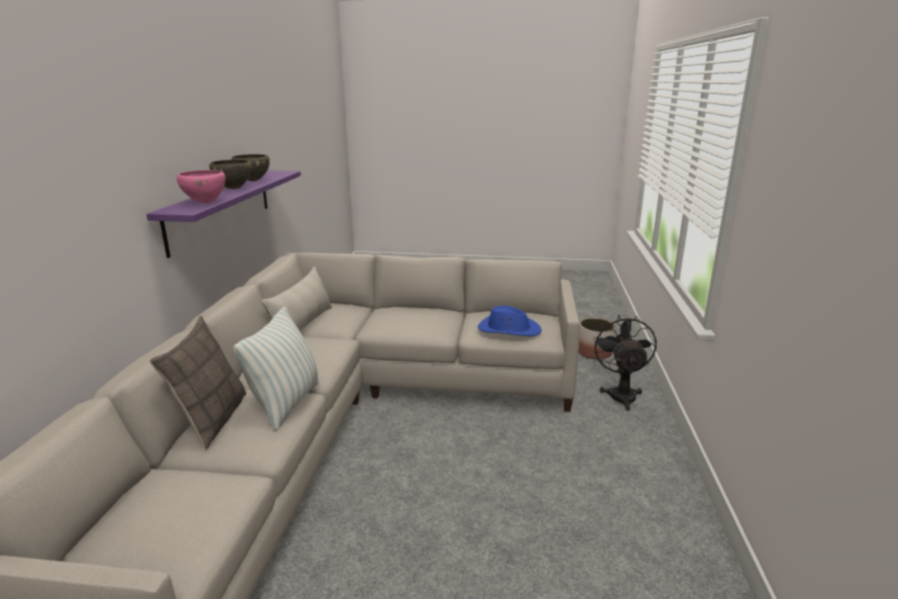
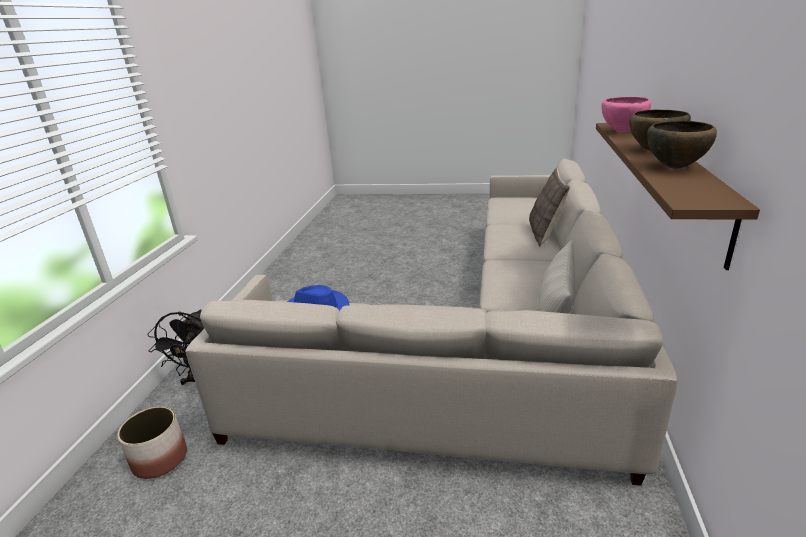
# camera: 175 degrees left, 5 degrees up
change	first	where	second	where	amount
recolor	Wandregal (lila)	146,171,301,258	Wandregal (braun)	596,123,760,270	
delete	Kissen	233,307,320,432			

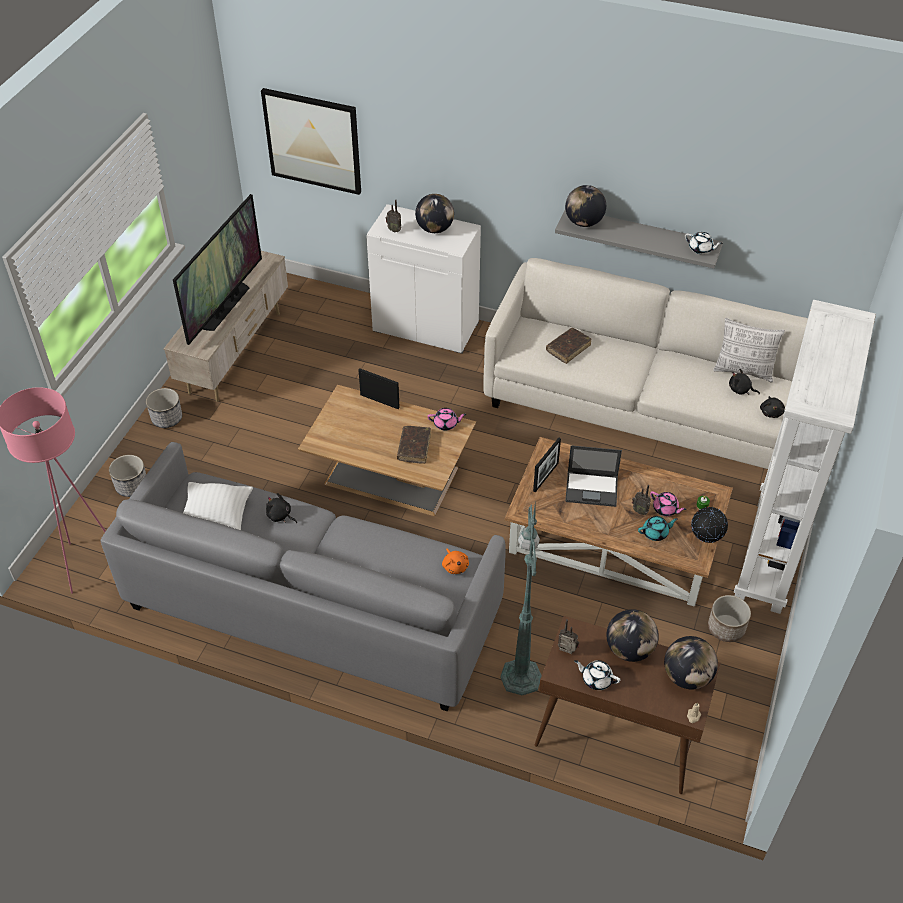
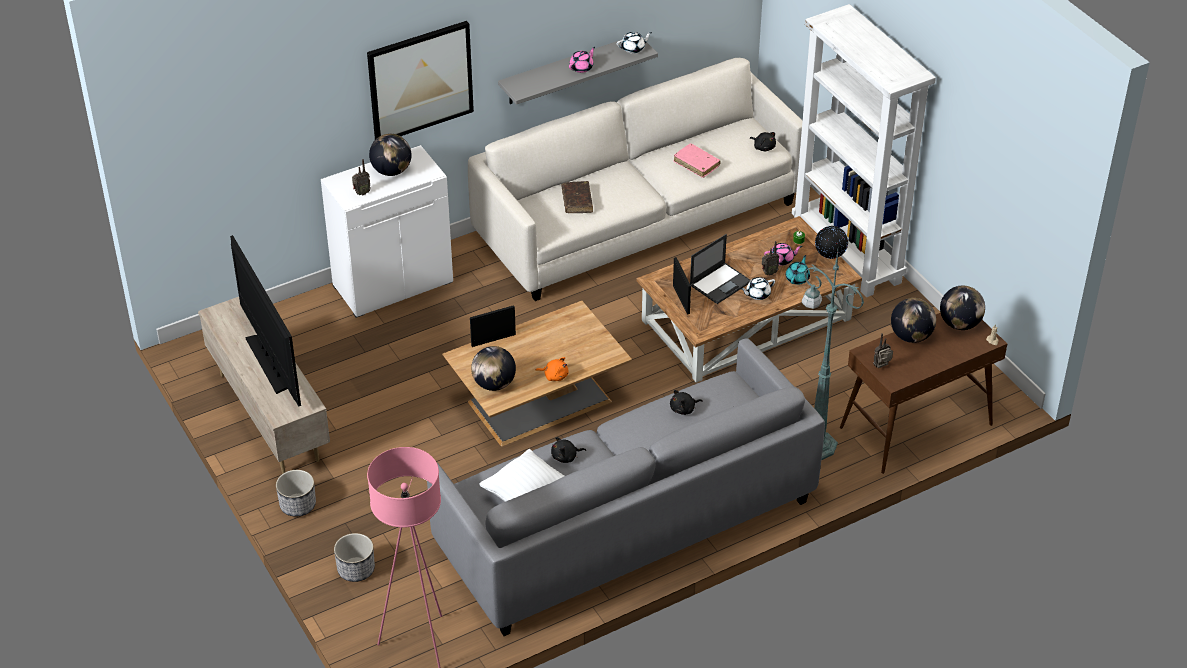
# camera: 50 degrees left, 5 degrees down
change	first	where	second	where	amount
move	Bild	261,88,361,195		367,21,474,140	
move	Globus	565,185,606,227		471,346,516,391	
move	Plüschtier (orange)	442,548,469,574		535,357,569,381	
move	Teekanne (rosa)	427,408,466,430		569,47,595,73	
move	Plüschtier (schwarz)	729,369,760,395		670,390,703,415	
insert			Buch (rosa)	674,143,721,178	
move	Teekanne (weiß)	574,660,621,690		741,277,775,300	
delete	Buch (braun)	397,426,431,464			
delete	Pflanzkübel	708,595,751,642			
delete	Kissen	713,318,785,383			

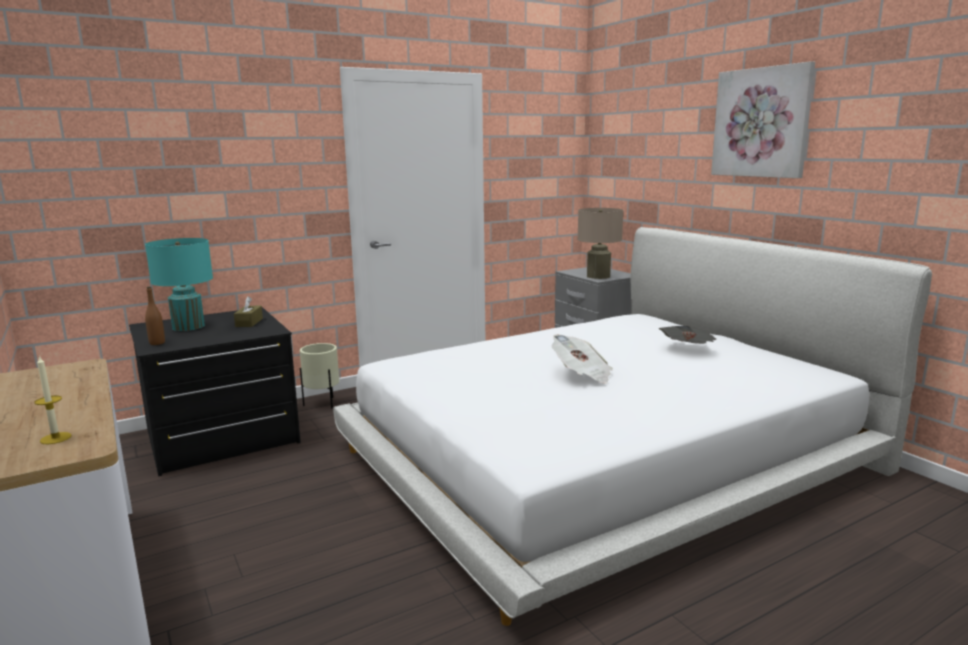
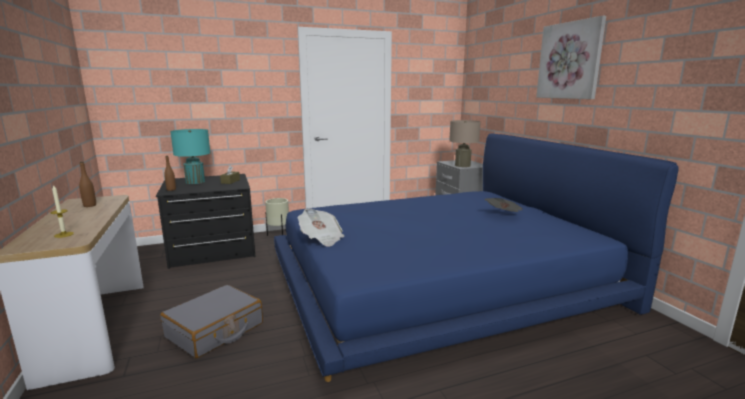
# camera: 10 degrees right, 0 degrees up
change	first	where	second	where	amount
insert			Flasche (braun)	79,162,96,207	
insert			Koffer (grau)	160,285,263,358	
recolor	Bett (weiß)	333,227,932,626	Bett (blau)	274,133,679,382	
move	Zeitung	551,334,613,384		298,208,344,247	

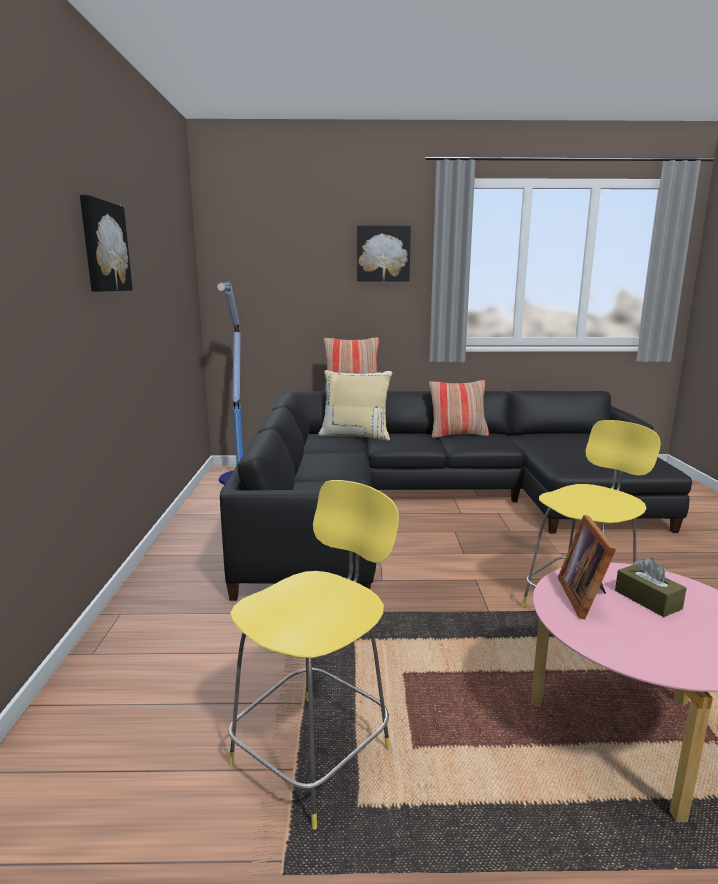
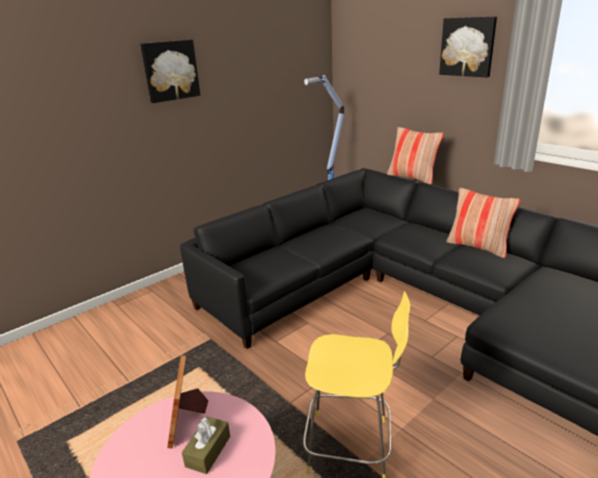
# camera: 50 degrees right, 10 degrees up
change	first	where	second	where	amount
rotate	Bilderrahmen	558,515,616,619		167,355,209,448	60 degrees counterclockwise
delete	Hocker (gelb)	229,480,399,830			
delete	Kissen (beige)	318,370,392,441			

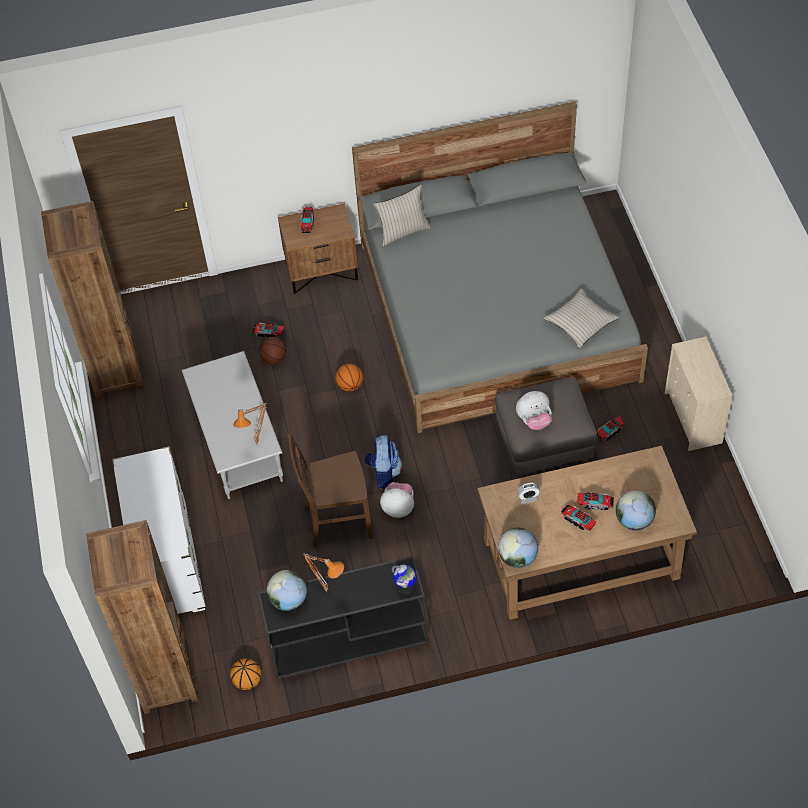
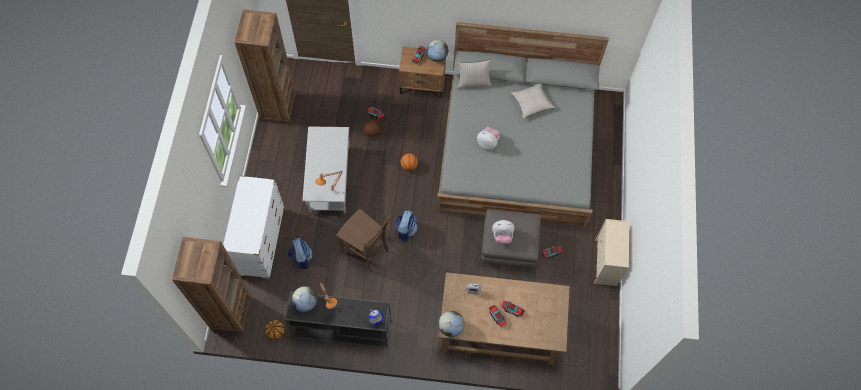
# camera: 15 degrees right, 10 degrees up
change	first	where	second	where	amount
insert			Rucksack	288,238,313,269	
rotate	Stuhl (braun)	288,433,373,547		337,209,390,272	150 degrees counterclockwise
move	Globus	616,490,656,530		427,40,448,62	
move	Plüschtier	380,482,414,518		477,127,500,150	
move	Kissen (beige)	543,289,619,348		511,84,555,118	

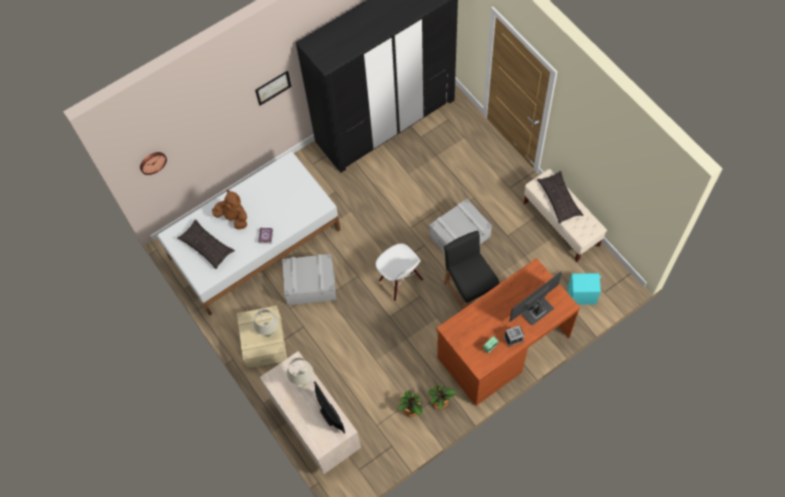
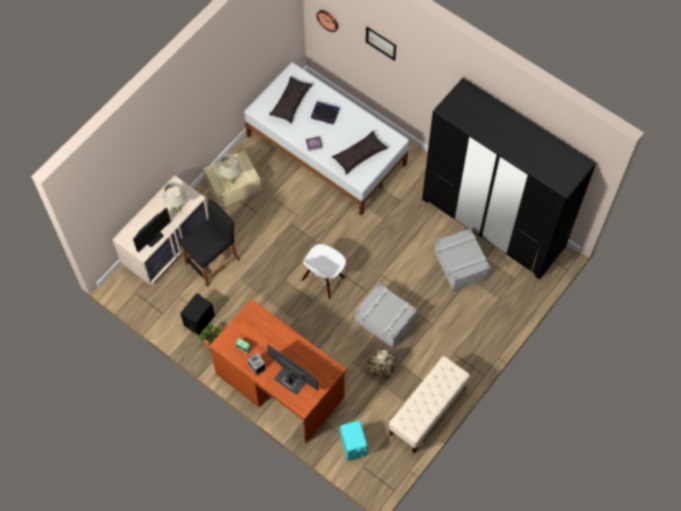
# camera: 70 degrees right, 0 degrees up
change	first	where	second	where	amount
move	Hocker (schwarz)	444,230,500,309		179,199,241,287	
replace	Topfpflanze	397,391,422,417	Lautsprecher (schwarz)	180,293,215,335	
replace	Plüschtier (braun)	212,190,247,229	Buch	311,101,339,125	
move	Kissen	537,171,583,223		332,131,388,175	
move	Bild	255,70,292,106		366,27,396,61	
insert			Rucksack (beige)	366,349,397,380	
move	Aufbewahrungsbox (grau)	282,254,336,306		434,228,490,291	

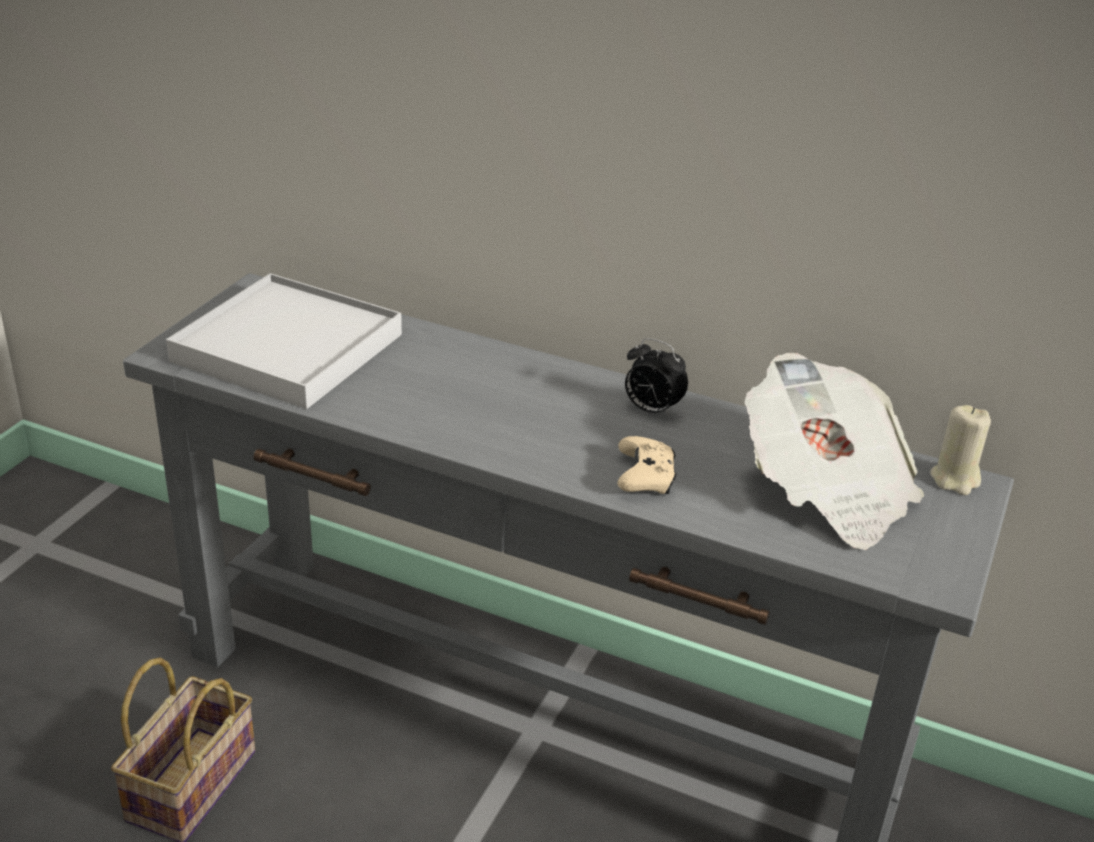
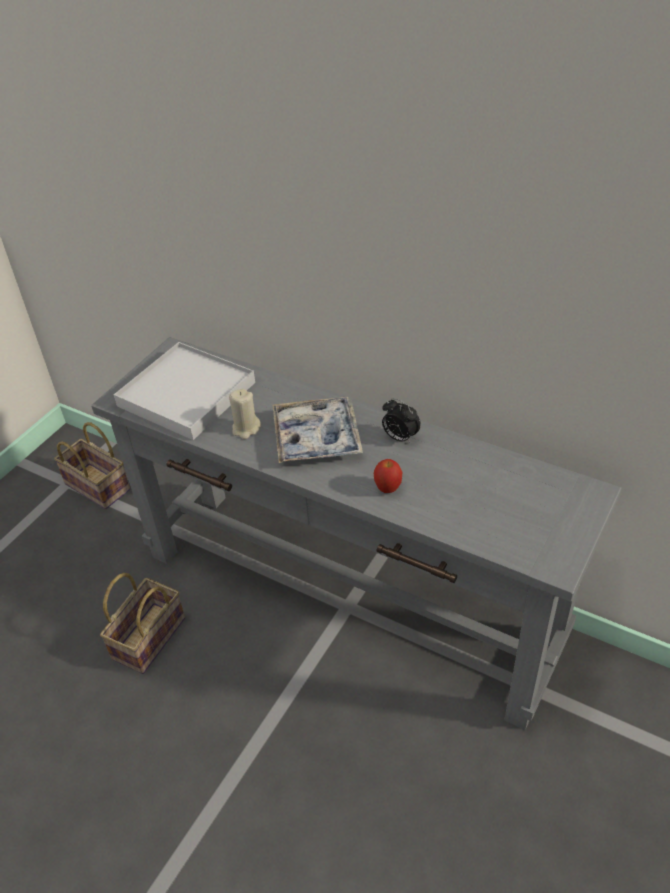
# camera: 10 degrees right, 10 degrees up
change	first	where	second	where	amount
insert			Korb	54,422,130,509	
move	Kerze (beige)	930,405,991,495		229,389,261,439	
insert			Tablett	272,397,363,463	
replace	Gamepad (beige)	617,436,677,494	Apfel	374,459,403,493	
delete	Zeitung	745,353,924,550			

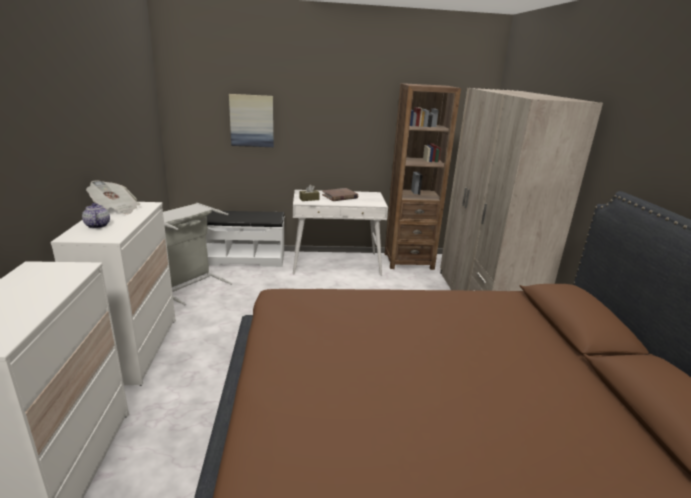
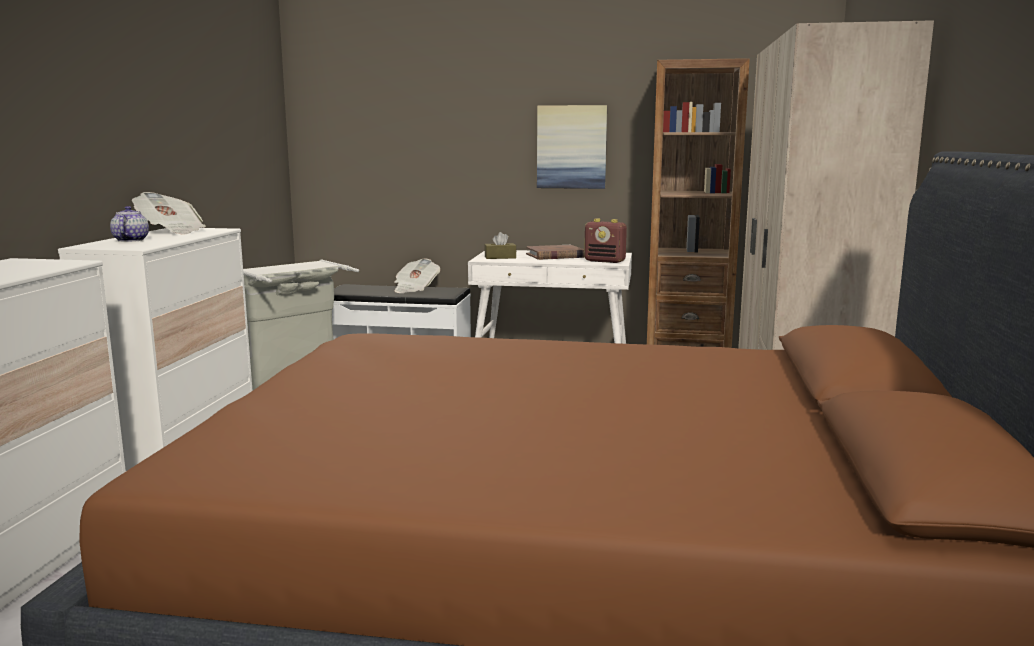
# camera: 15 degrees right, 10 degrees down
change	first	where	second	where	amount
insert			Zeitung	394,259,440,293	
move	Bild	229,94,274,147		537,105,607,189	
insert			Radio	584,218,627,263	

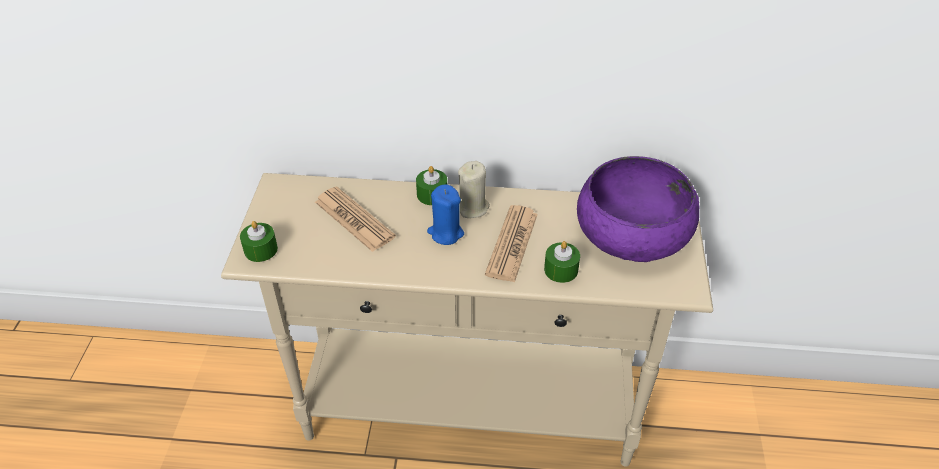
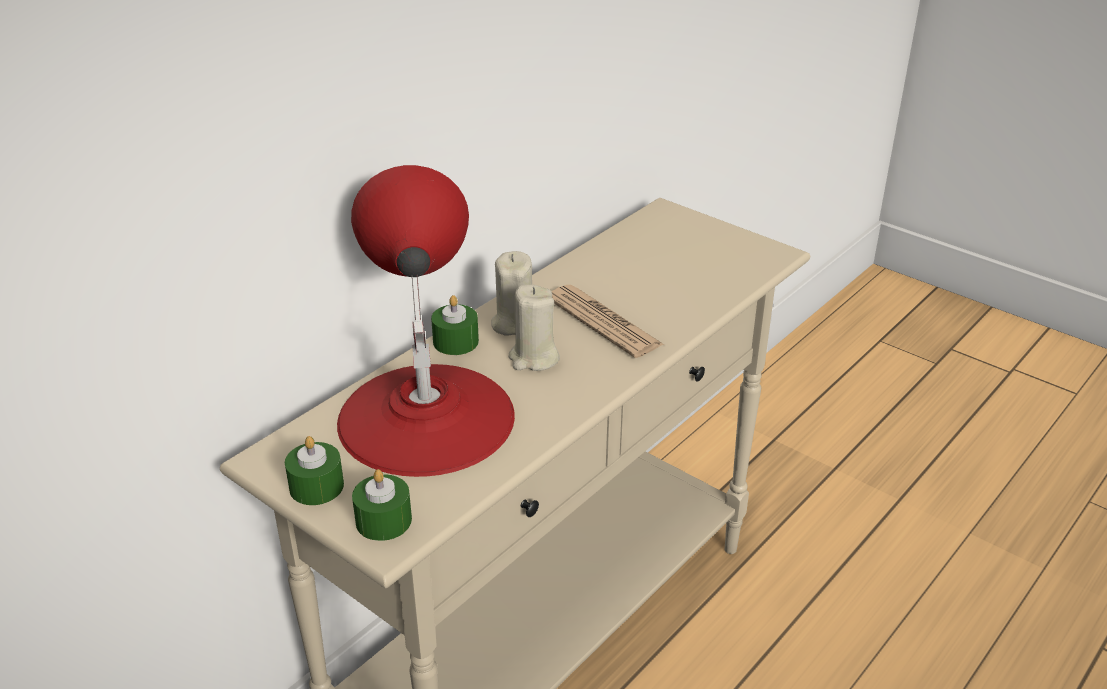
# camera: 55 degrees left, 10 degrees down
change	first	where	second	where	amount
move	Kerze (grün)	544,241,580,283		285,436,344,505	
replace	Zeitung	315,187,396,252	Tischlampe (rot)	337,165,515,477	
recolor	Kerze (blau)	427,184,464,245	Kerze (beige)	508,284,560,371	
delete	Schüssel (lila)	577,156,700,262			

